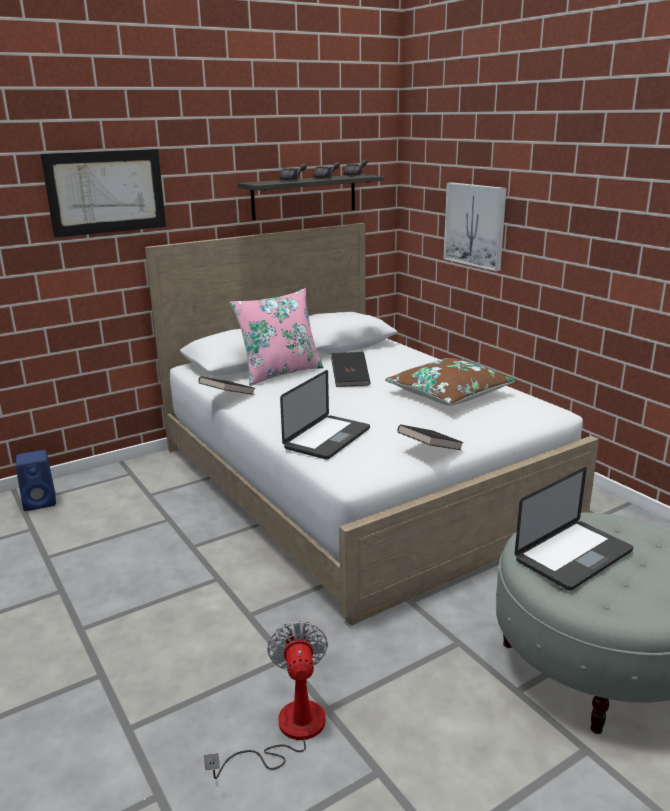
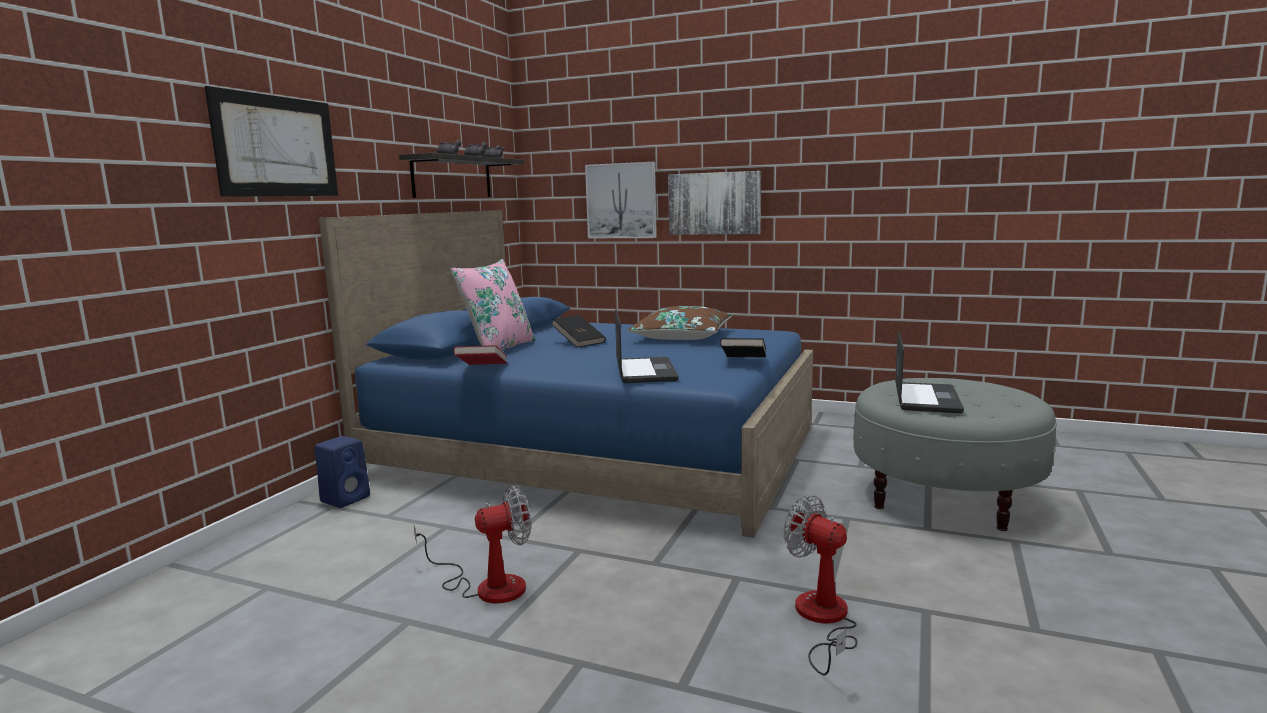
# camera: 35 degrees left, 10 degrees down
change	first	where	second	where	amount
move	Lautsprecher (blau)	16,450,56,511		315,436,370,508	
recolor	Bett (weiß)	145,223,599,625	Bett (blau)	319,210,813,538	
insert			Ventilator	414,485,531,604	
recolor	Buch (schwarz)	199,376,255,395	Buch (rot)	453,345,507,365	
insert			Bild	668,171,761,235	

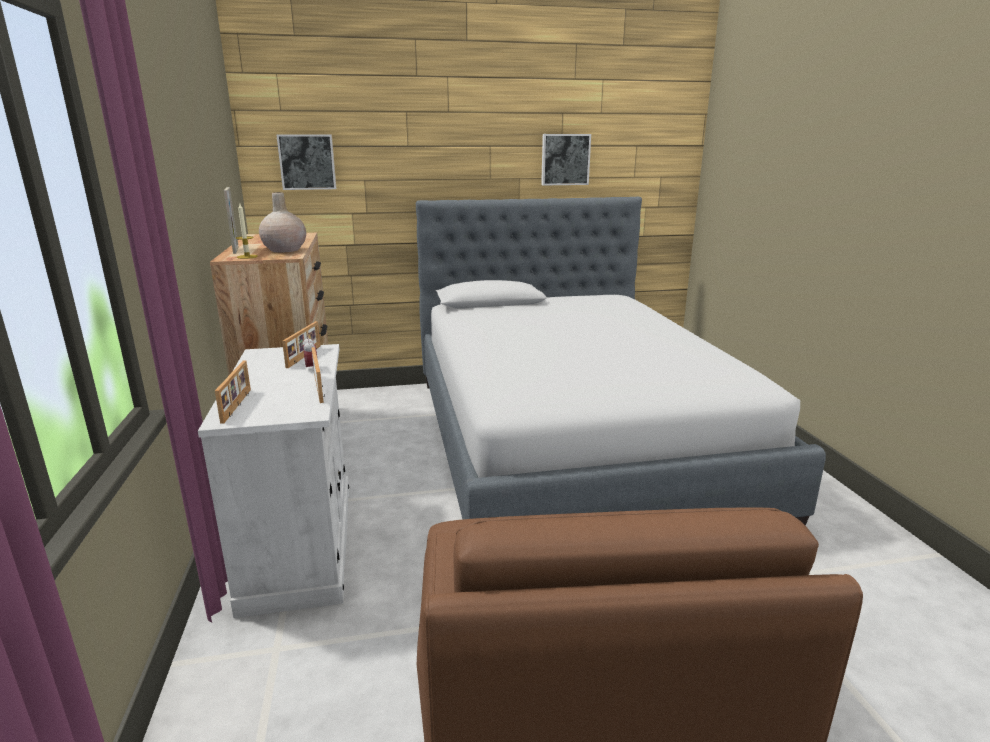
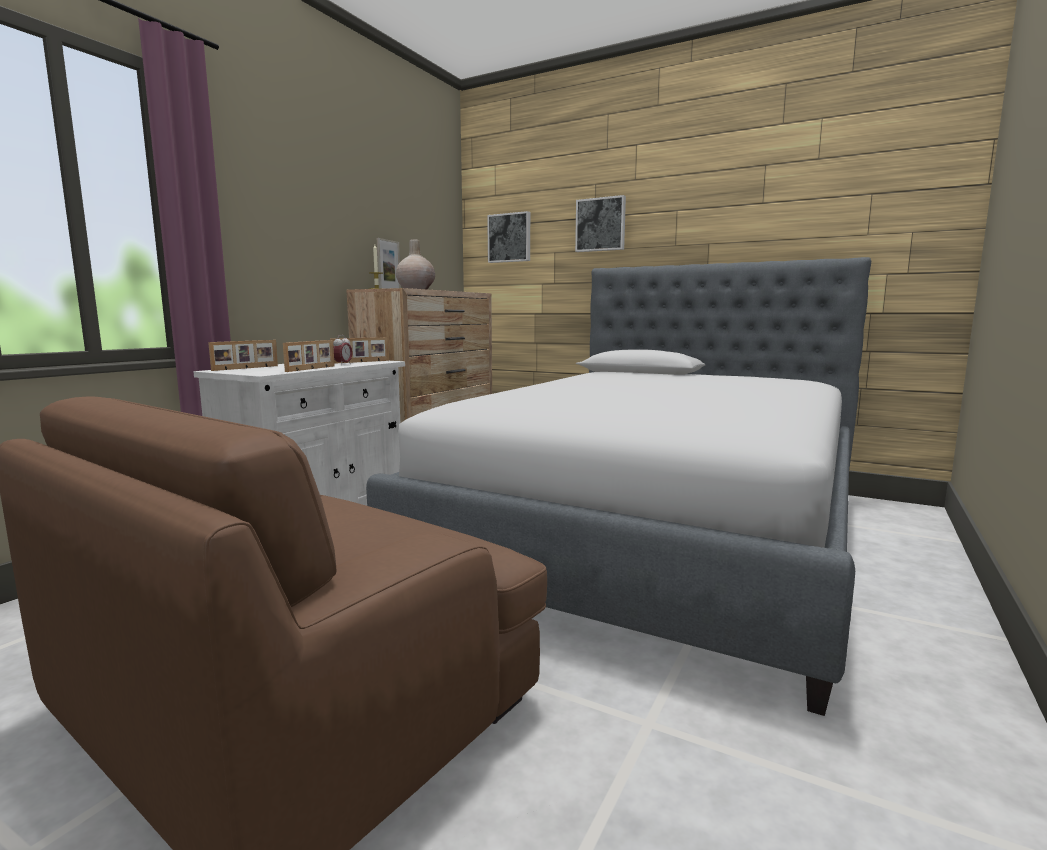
# camera: 40 degrees right, 10 degrees down
change	first	where	second	where	amount
move	Bild	541,134,591,185		575,195,626,252	

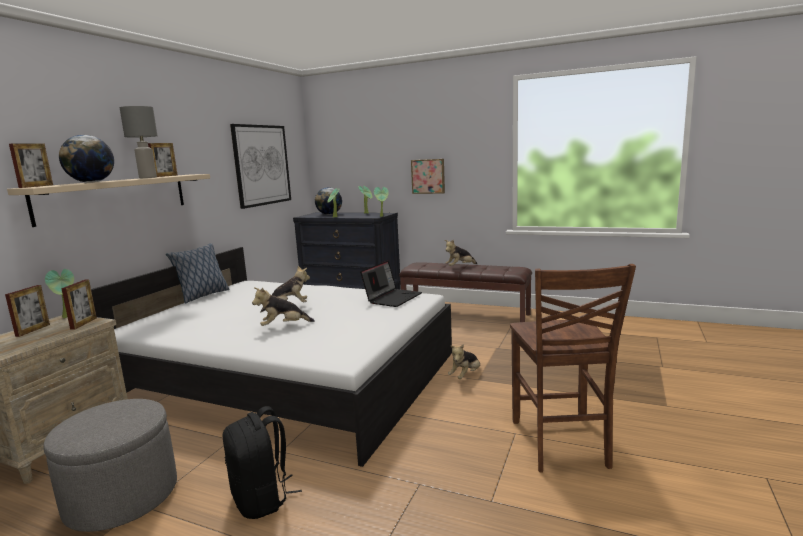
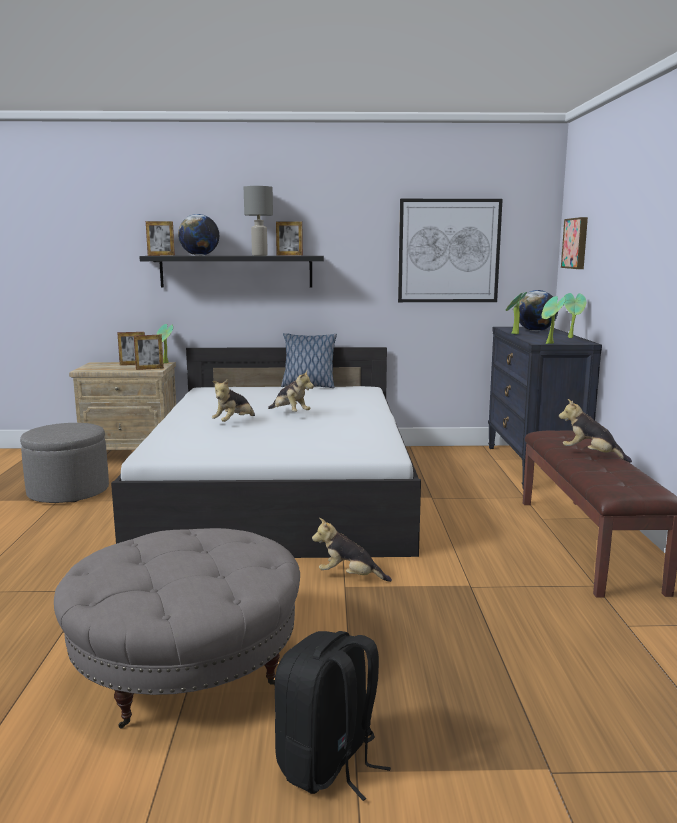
# camera: 65 degrees right, 0 degrees up
change	first	where	second	where	amount
replace	Stuhl (braun)	510,264,636,473	Polsterhocker (grau)	54,528,300,729	
recolor	Wandregal (beige)	7,174,210,227	Wandregal (schwarz)	139,256,324,288	
rotate	Plüschtier	252,287,315,326		212,379,255,422	105 degrees counterclockwise
move	Rucksack (schwarz)	222,406,302,519		275,631,391,801	
move	Bild	411,159,445,194		561,217,588,269	
delete	Laptop	360,261,422,307			

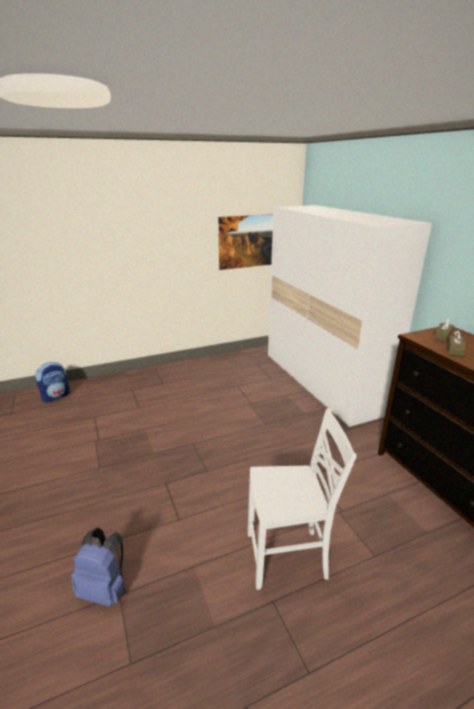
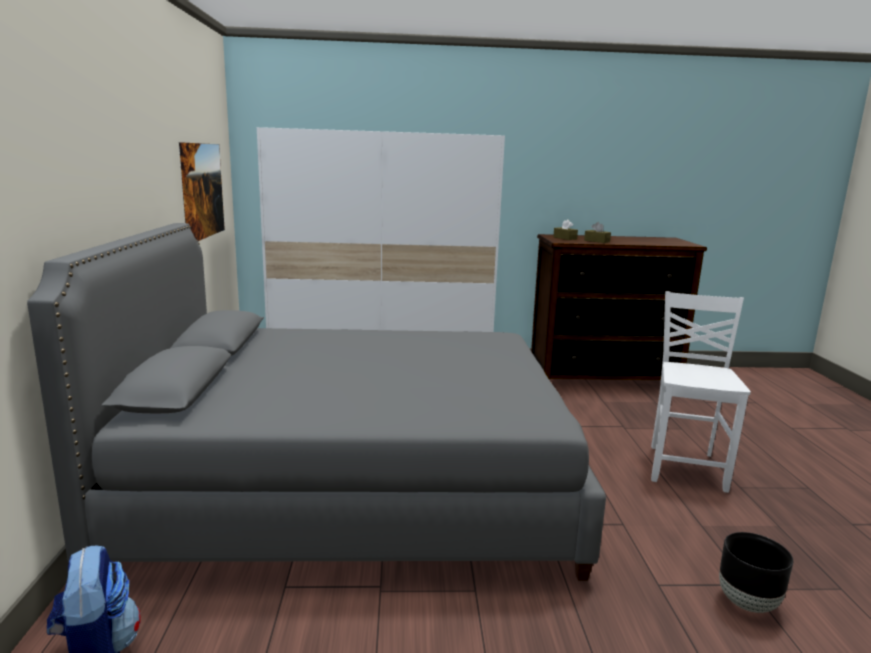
# camera: 70 degrees left, 10 degrees down
change	first	where	second	where	amount
insert			Bett (grau)	27,223,606,581	
replace	Rucksack (blau)	71,528,125,607	Pflanzkübel (schwarz)	719,532,793,613	

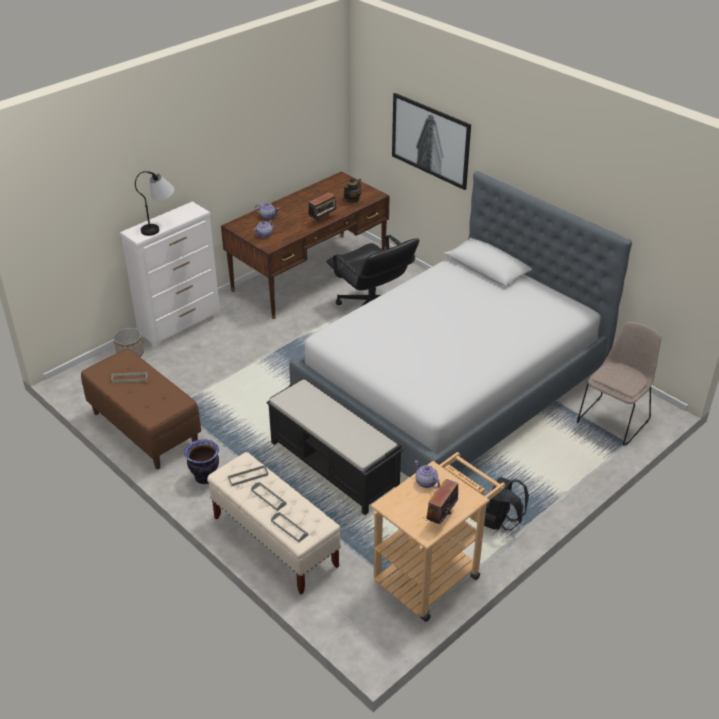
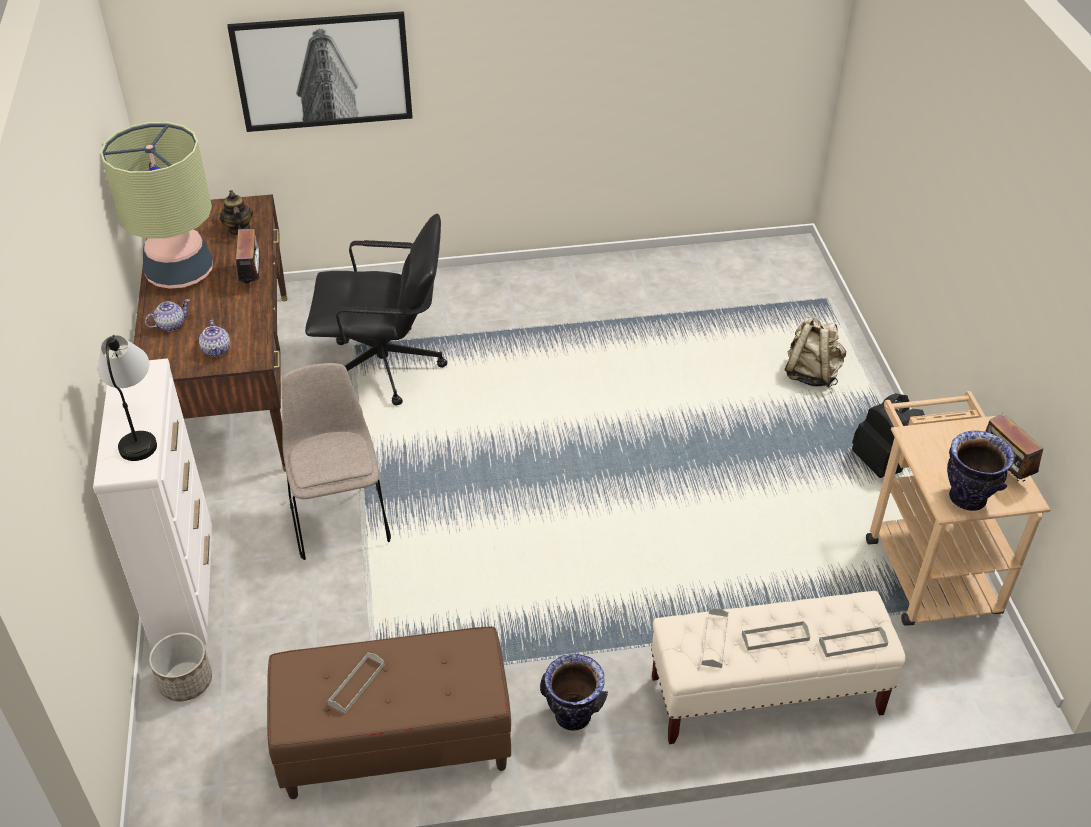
# camera: 55 degrees left, 5 degrees up
change	first	where	second	where	amount
insert			Tischlampe	100,122,213,289	
move	Stuhl (beige)	577,322,661,446		282,363,391,560	
insert			Rucksack (beige)	785,315,846,388	
insert			Vase	947,431,1015,511	
delete	Bank (schwarz)	267,377,403,515			
delete	Bett	289,171,632,477			
delete	Teekanne	415,460,440,489			

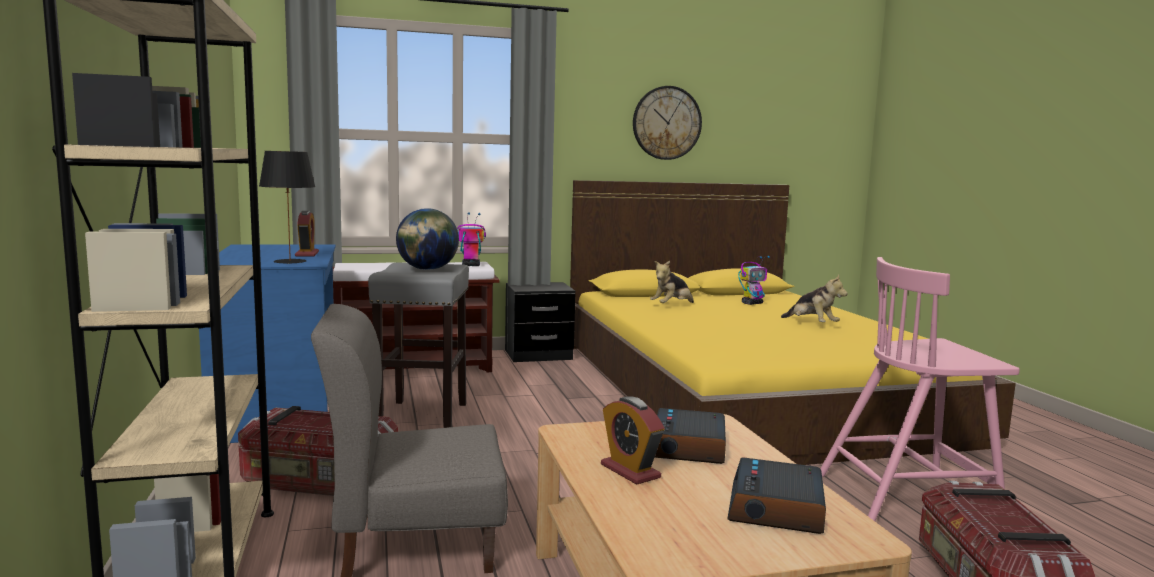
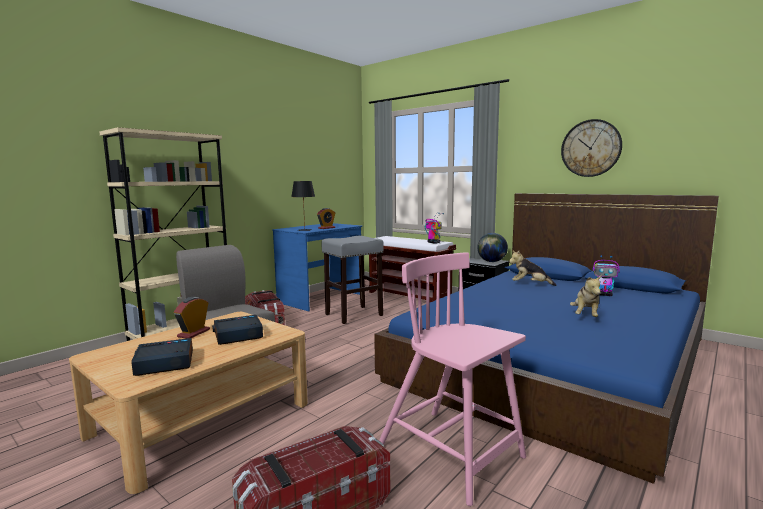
# camera: 55 degrees right, 0 degrees up
change	first	where	second	where	amount
recolor	Bett (gelb)	570,180,1016,465	Bett (blau)	374,193,719,484	
move	Globus	396,208,459,270		477,233,508,262	

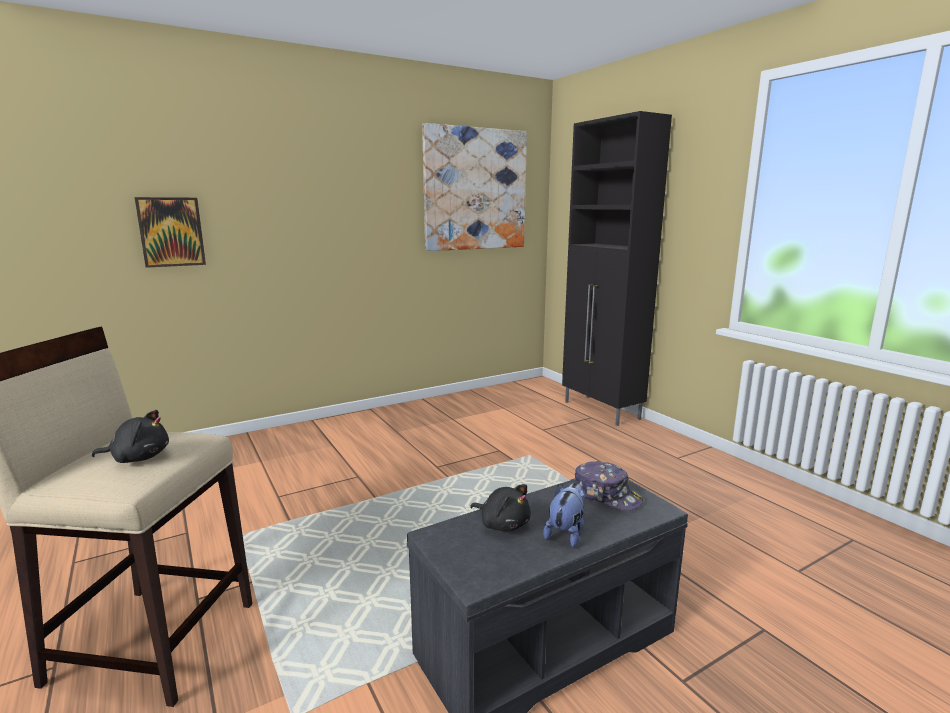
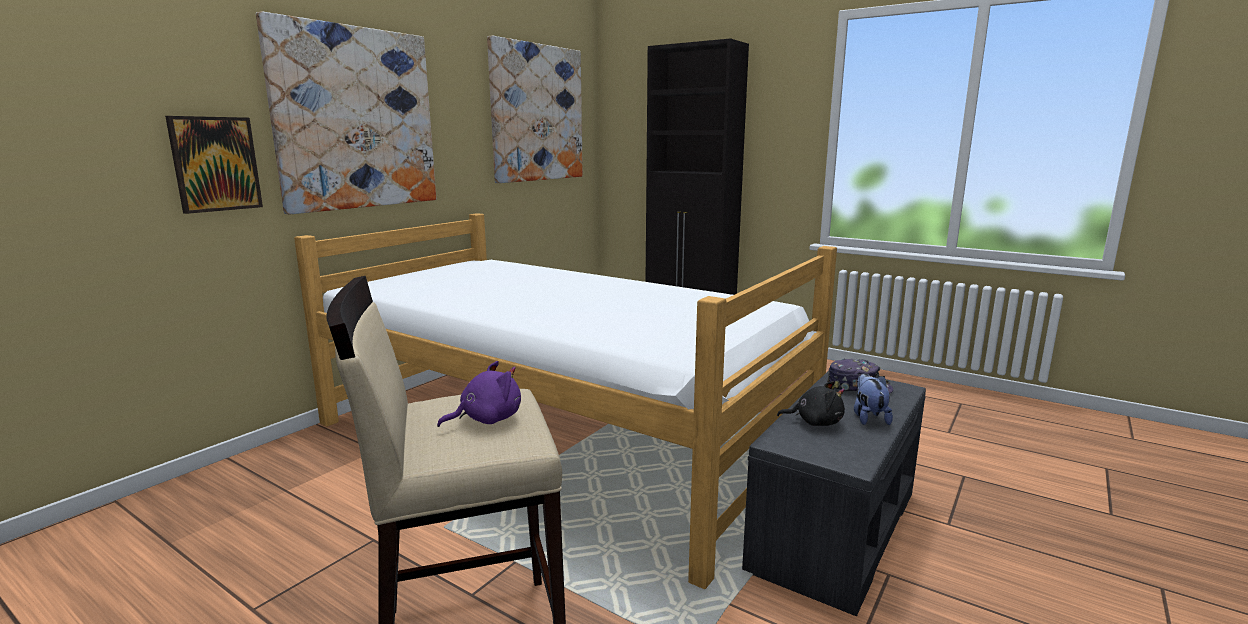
# camera: 25 degrees left, 0 degrees up
change	first	where	second	where	amount
insert			Bild	256,11,436,215	
insert			Bett	294,213,837,589	
recolor	Plüschtier (schwarz)	92,410,169,463	Plüschtier (lila)	437,361,521,427	

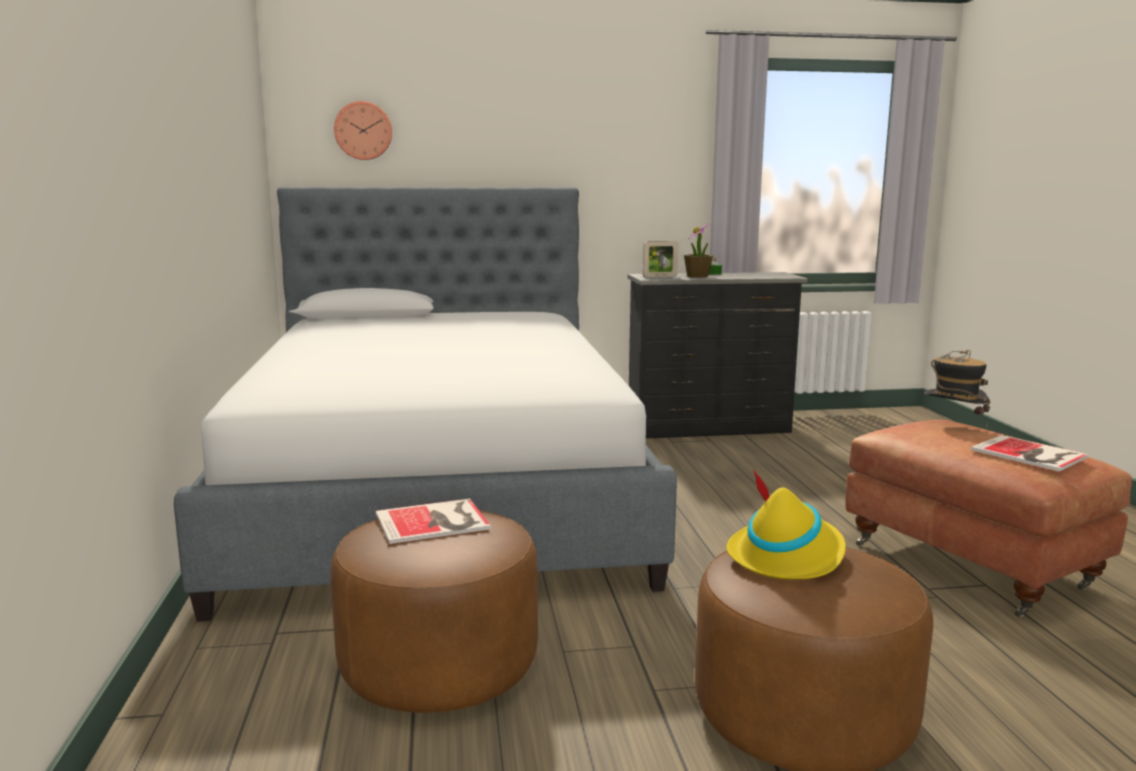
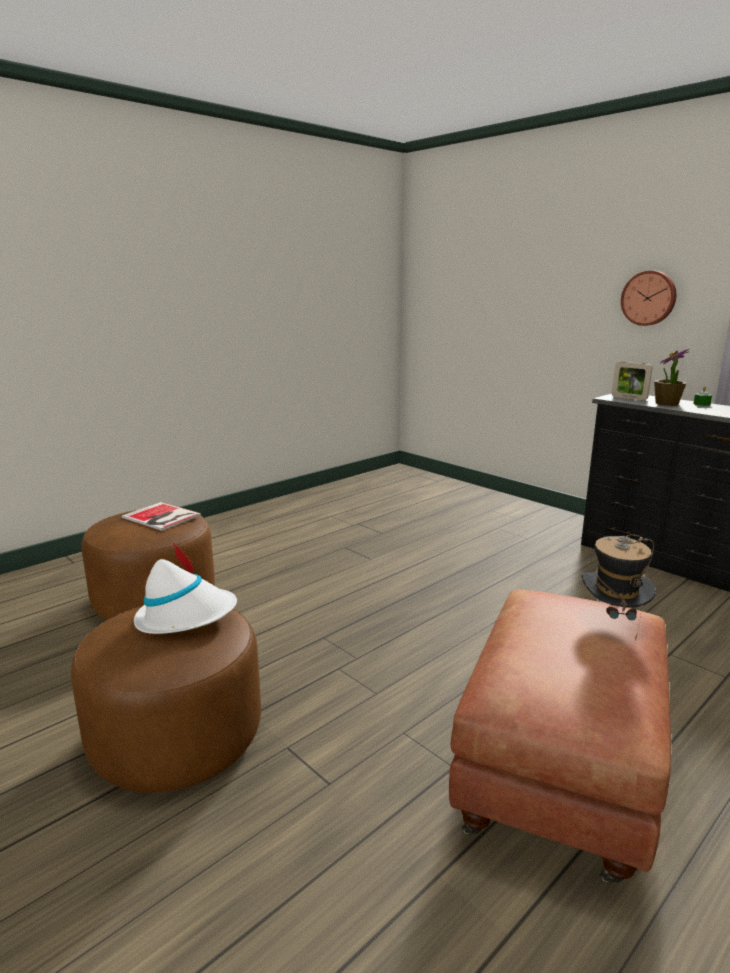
# camera: 55 degrees right, 5 degrees up
change	first	where	second	where	amount
recolor	Hut (gelb)	726,470,846,580	Hut (weiß)	134,542,237,634	
move	Wanduhr	334,101,392,160		621,271,676,326	
delete	Bett	174,187,677,622			
delete	Buch	971,435,1089,472			

